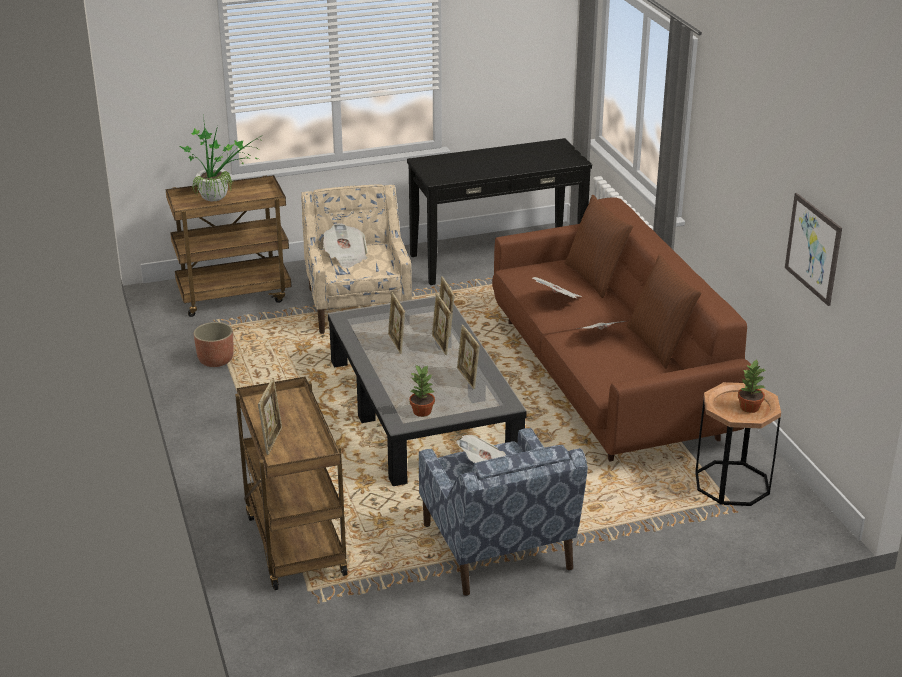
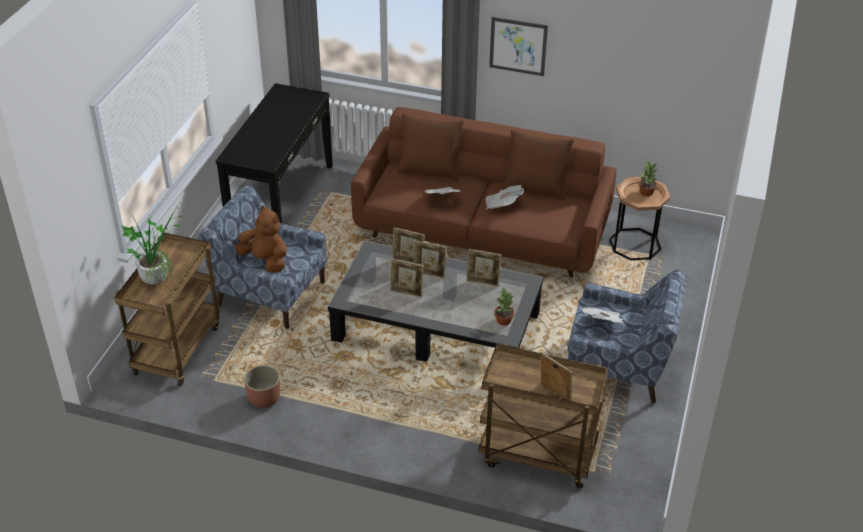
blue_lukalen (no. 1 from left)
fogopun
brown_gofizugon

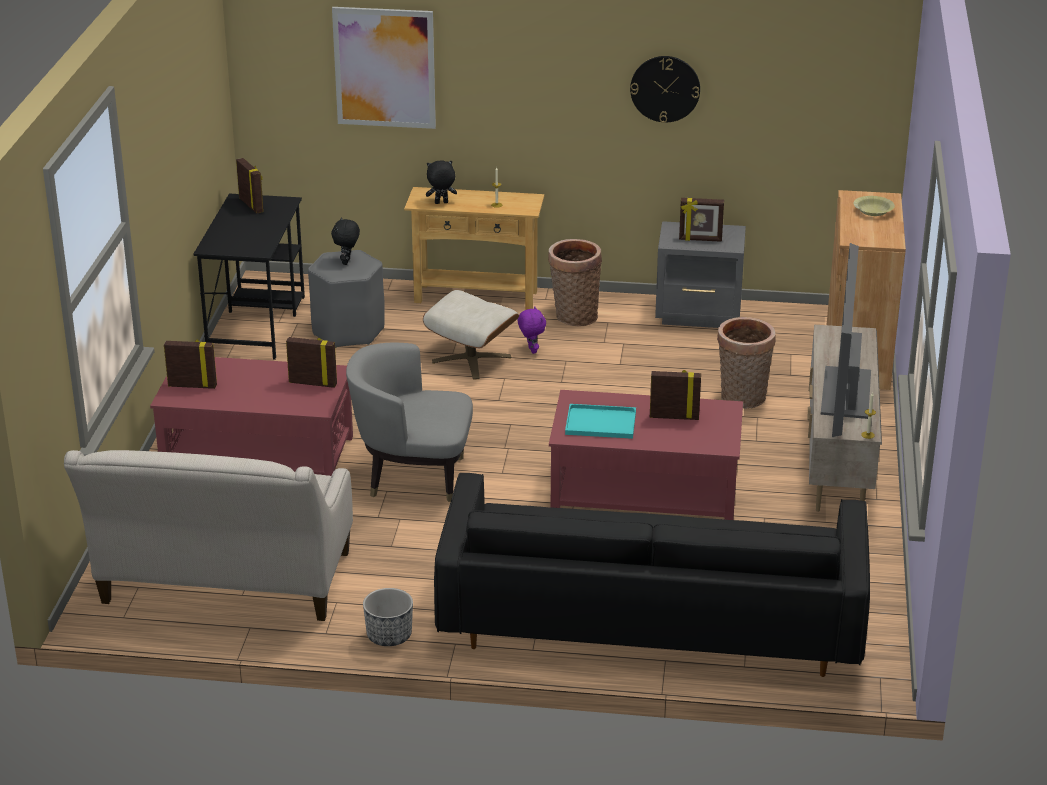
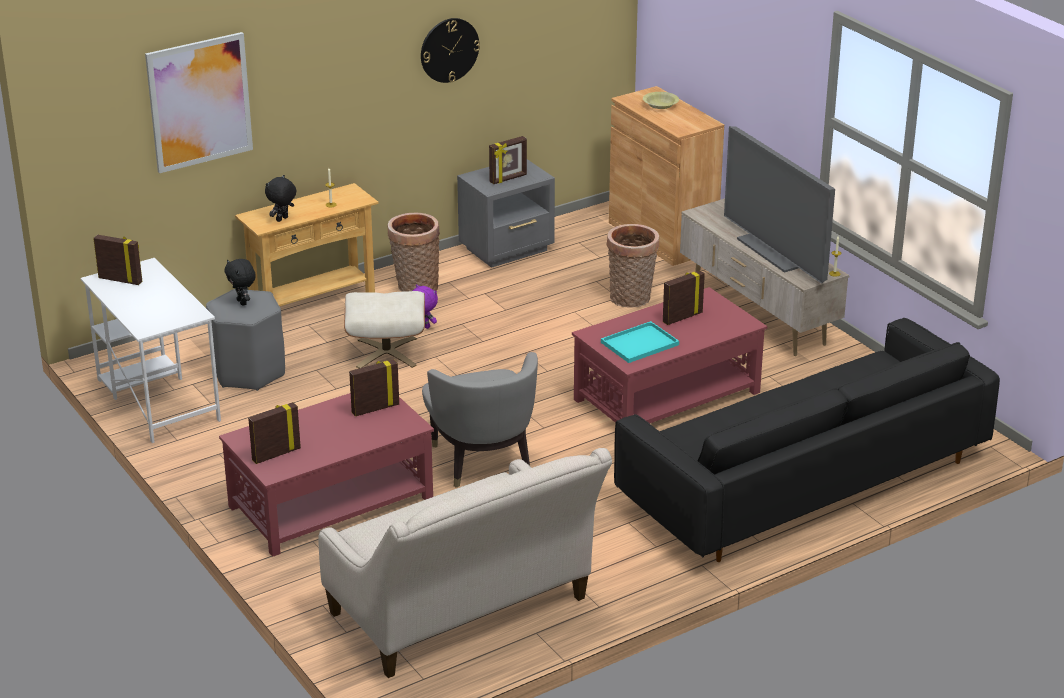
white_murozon
grey_lukalen
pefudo

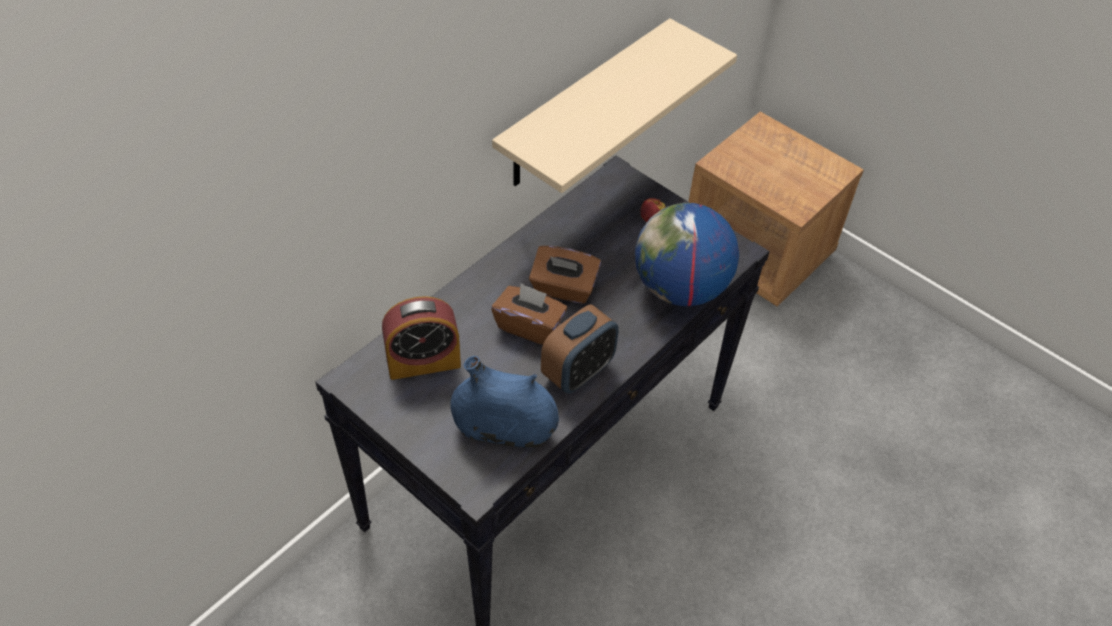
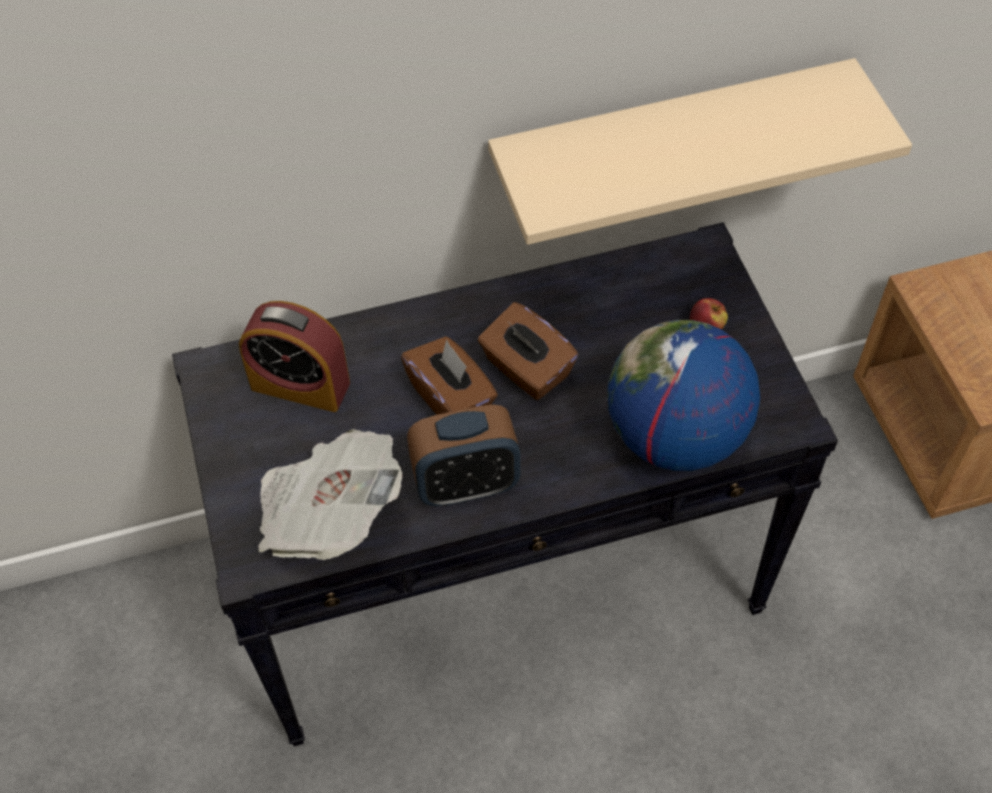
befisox

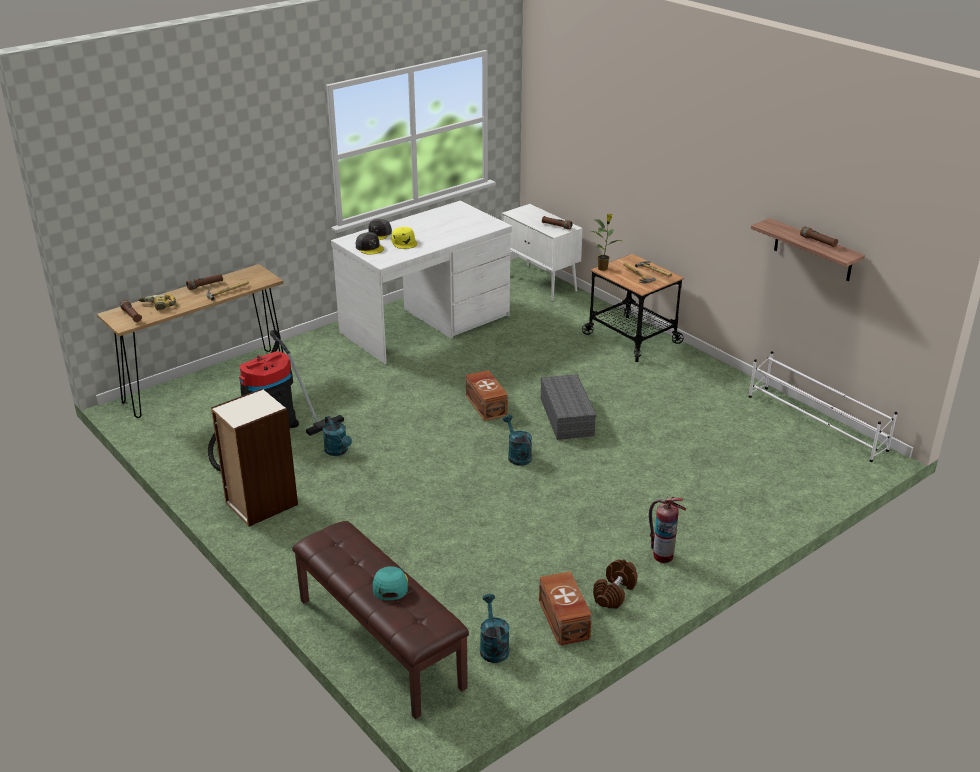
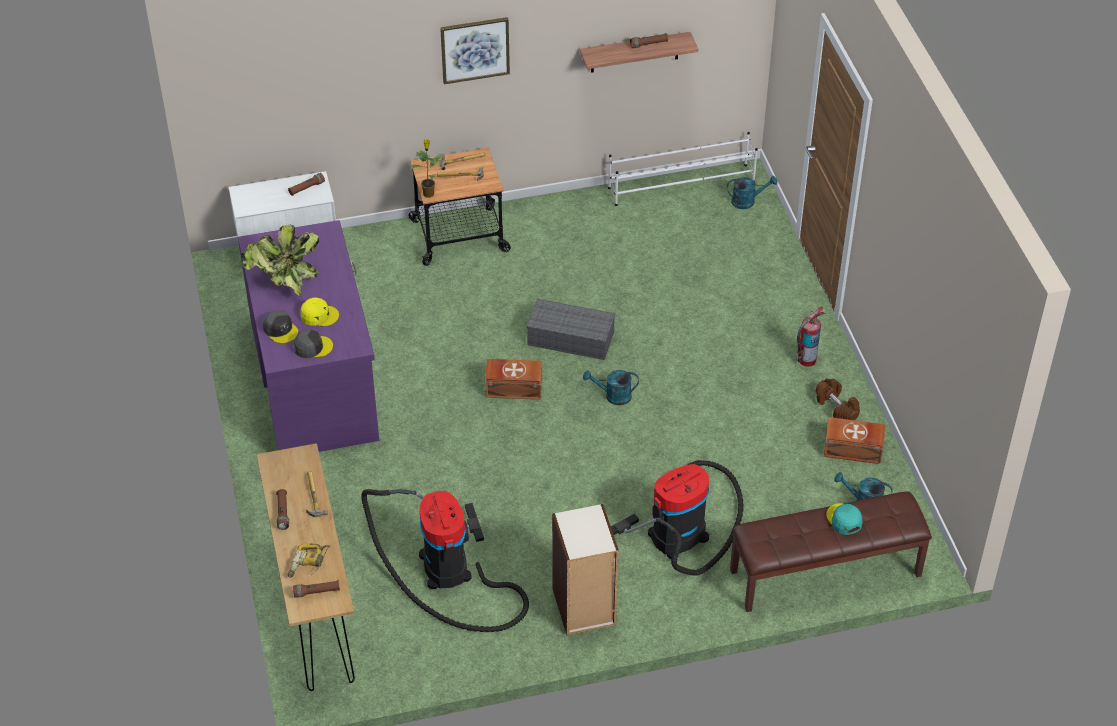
purple_murozon
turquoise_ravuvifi (no. 2 from left)
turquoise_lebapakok
fogopun
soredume (no. 1 from left)
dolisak (no. 2 from left)

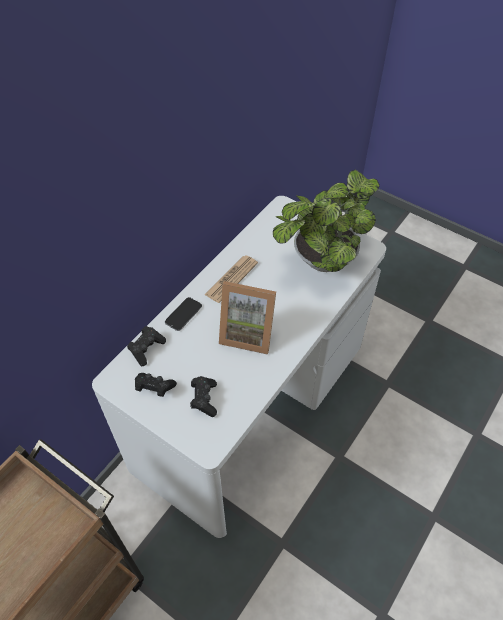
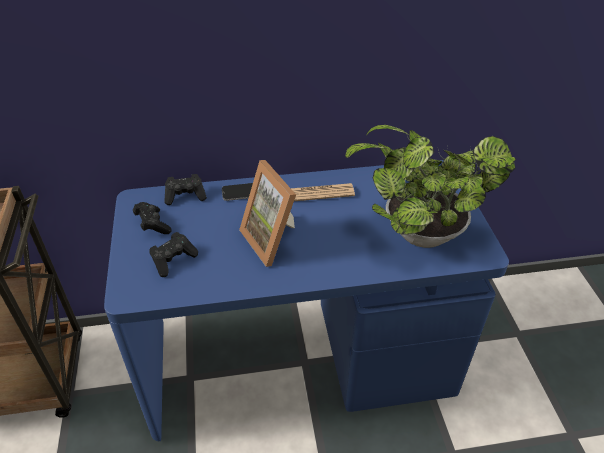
blue_murozon

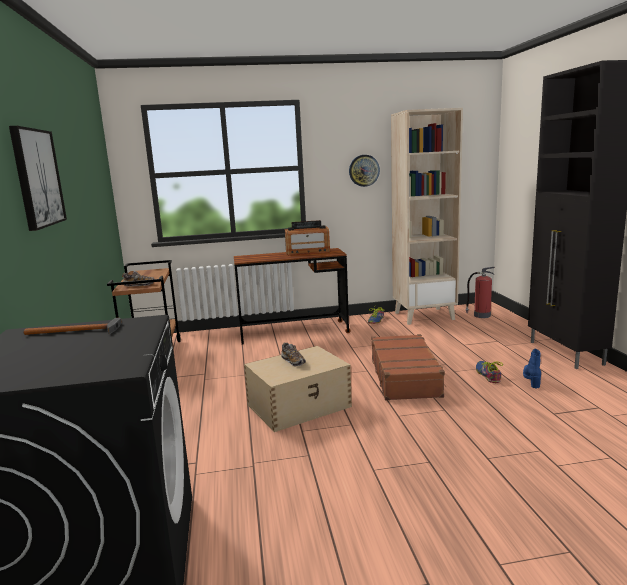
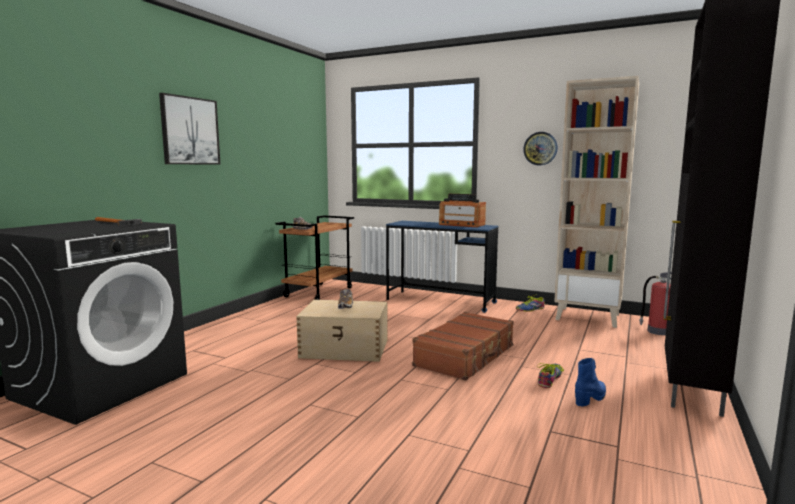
blue_murozon

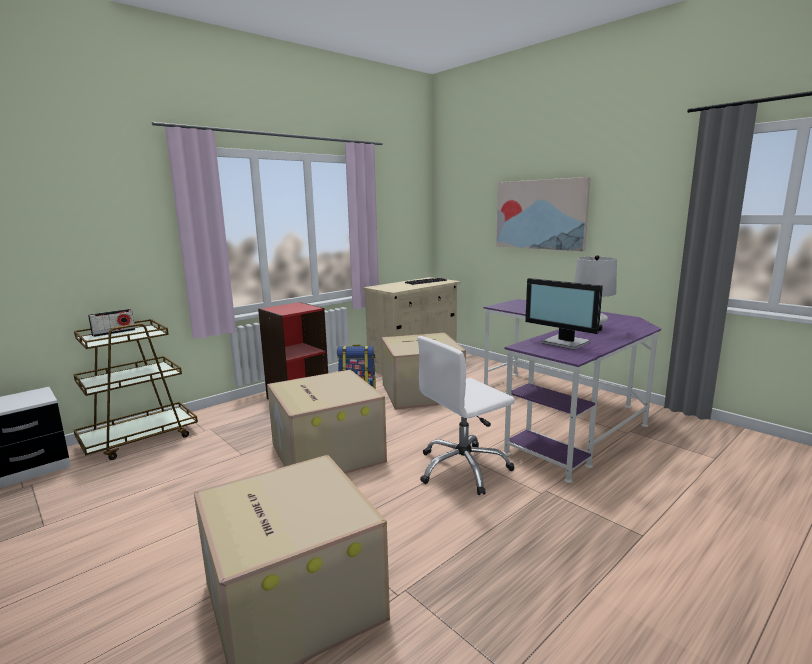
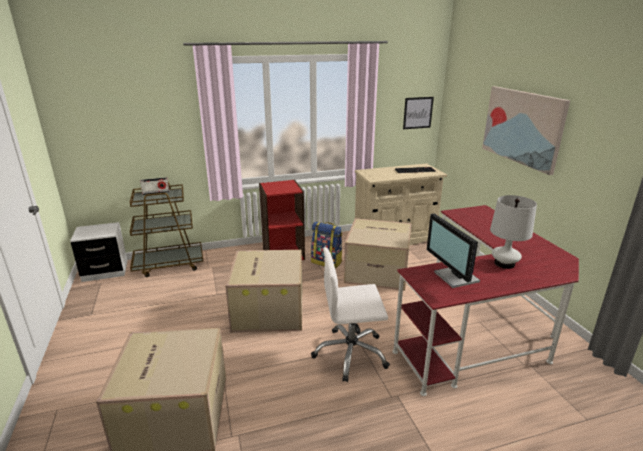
red_murozon
fogopun (no. 1 from left)

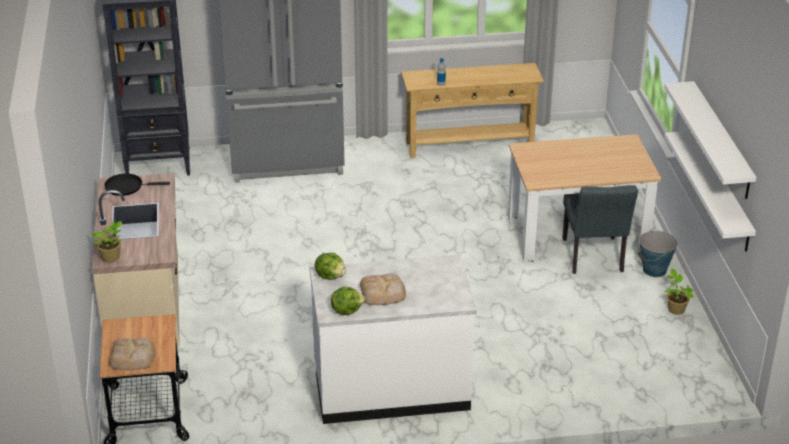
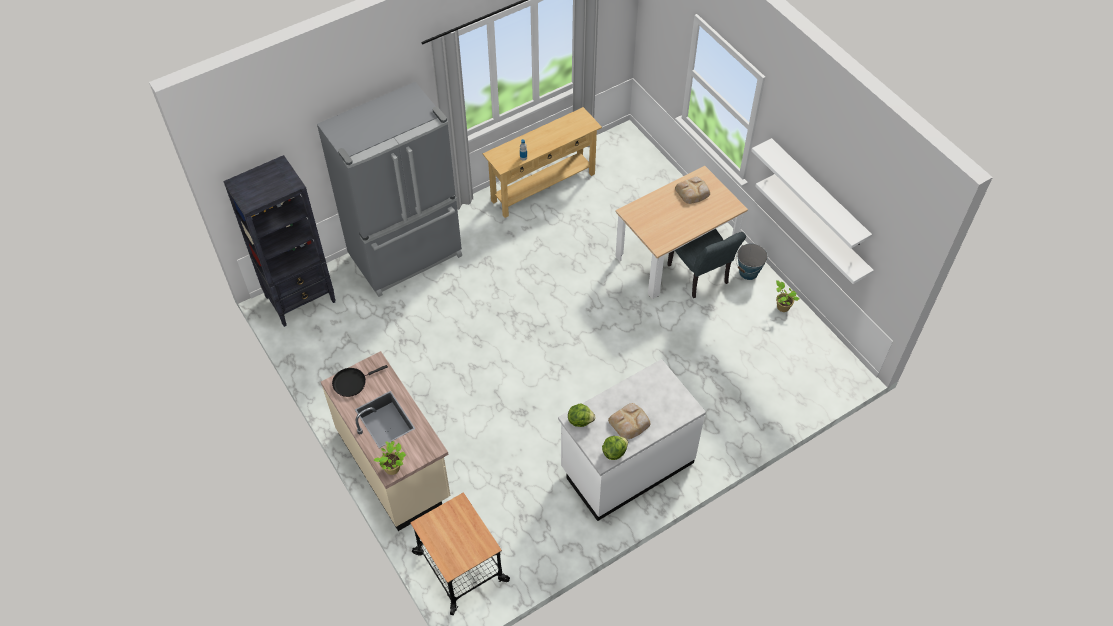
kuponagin (no. 2 from left)

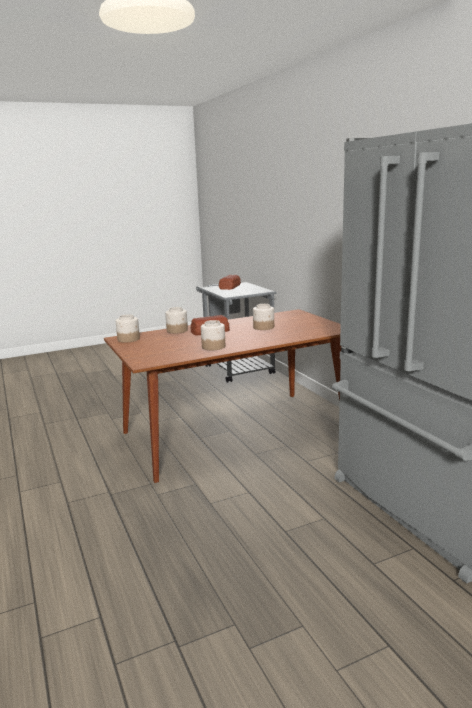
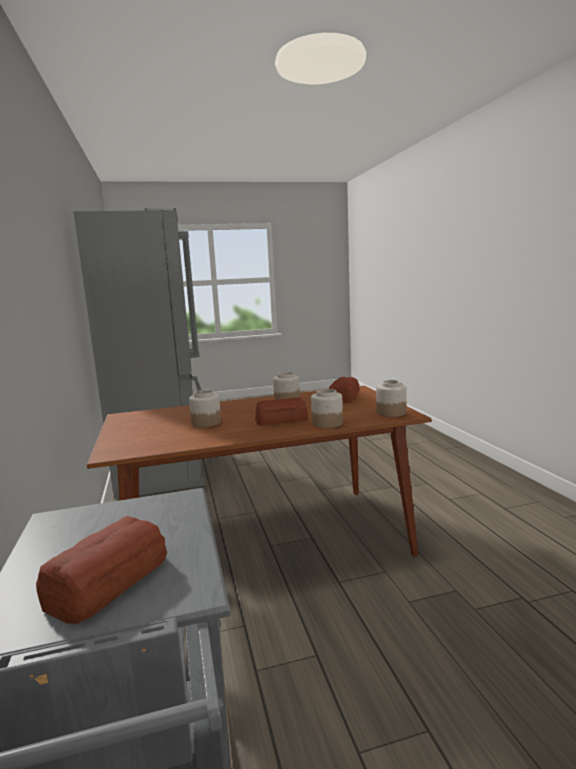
kuponagin (no. 3 from left)

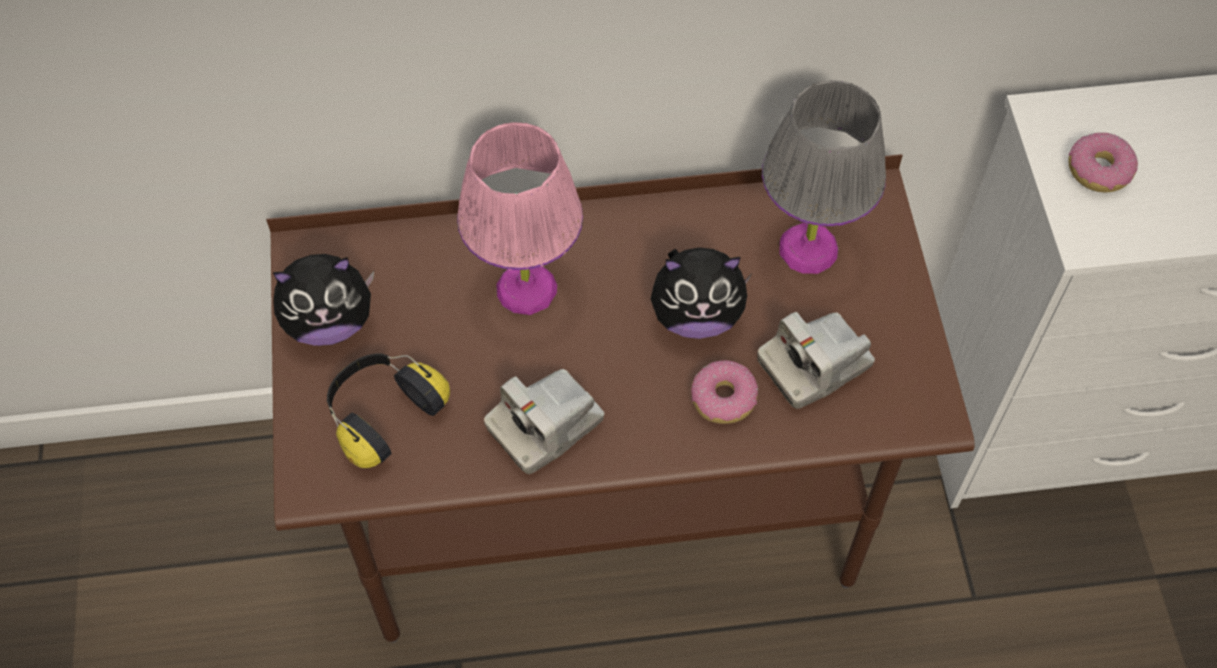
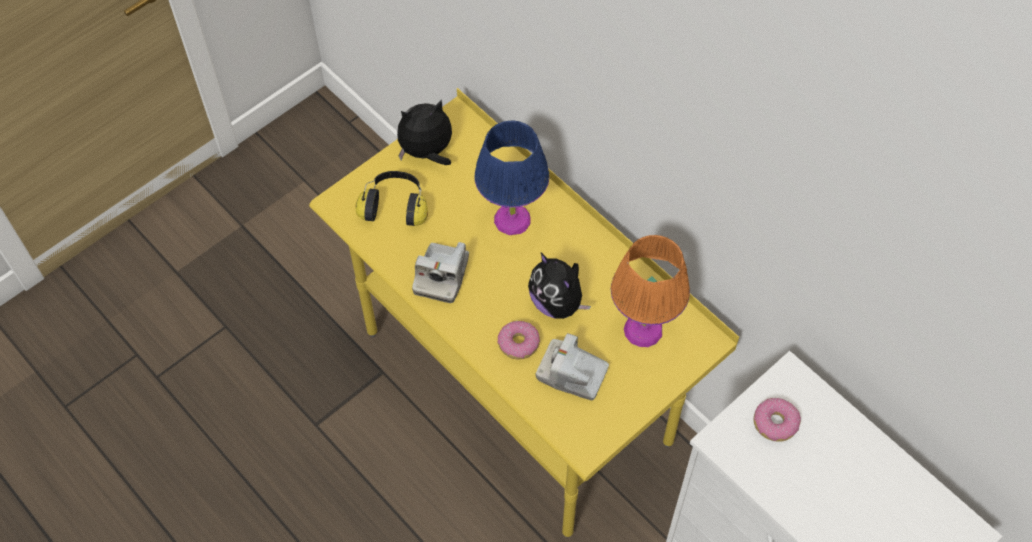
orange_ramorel
blue_ramorel
yellow_murozon
gofizugon (no. 1 from left)
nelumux (no. 1 from left)

